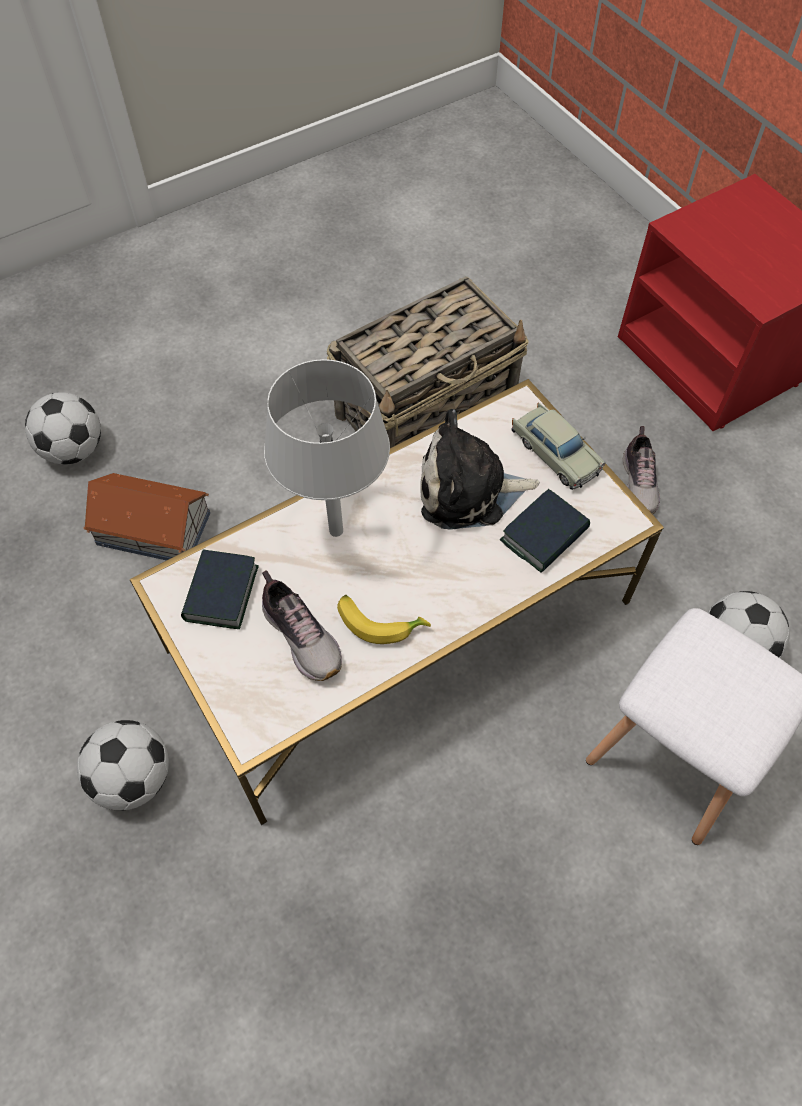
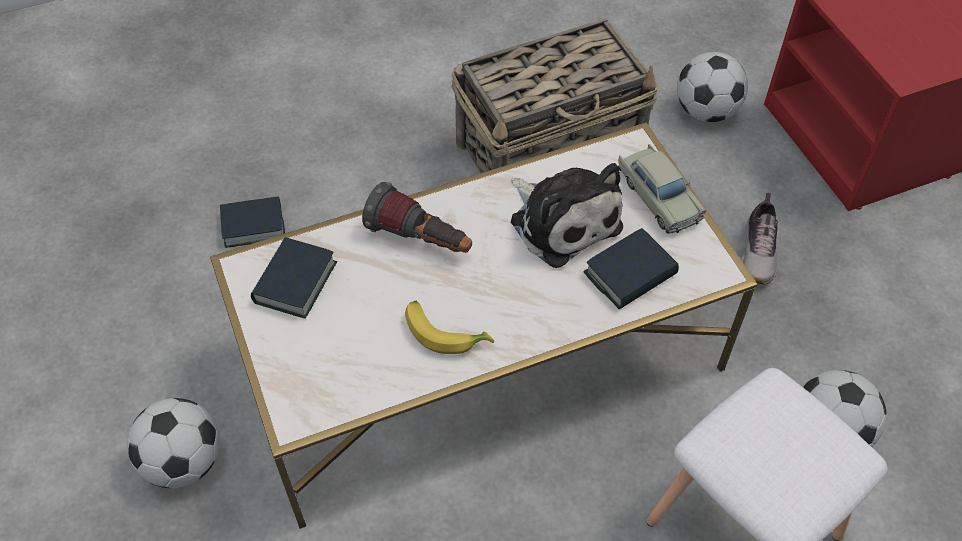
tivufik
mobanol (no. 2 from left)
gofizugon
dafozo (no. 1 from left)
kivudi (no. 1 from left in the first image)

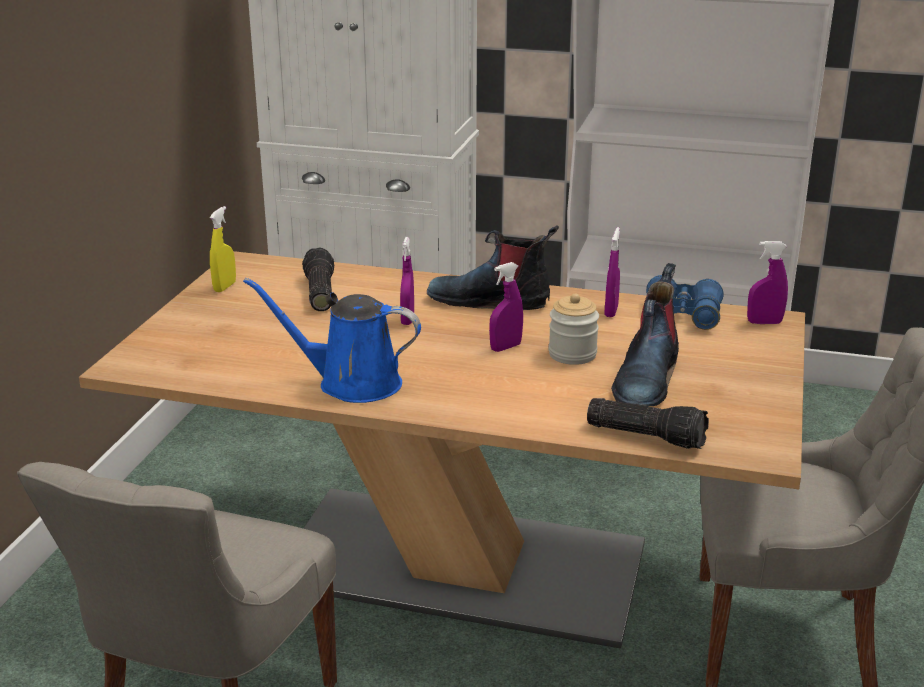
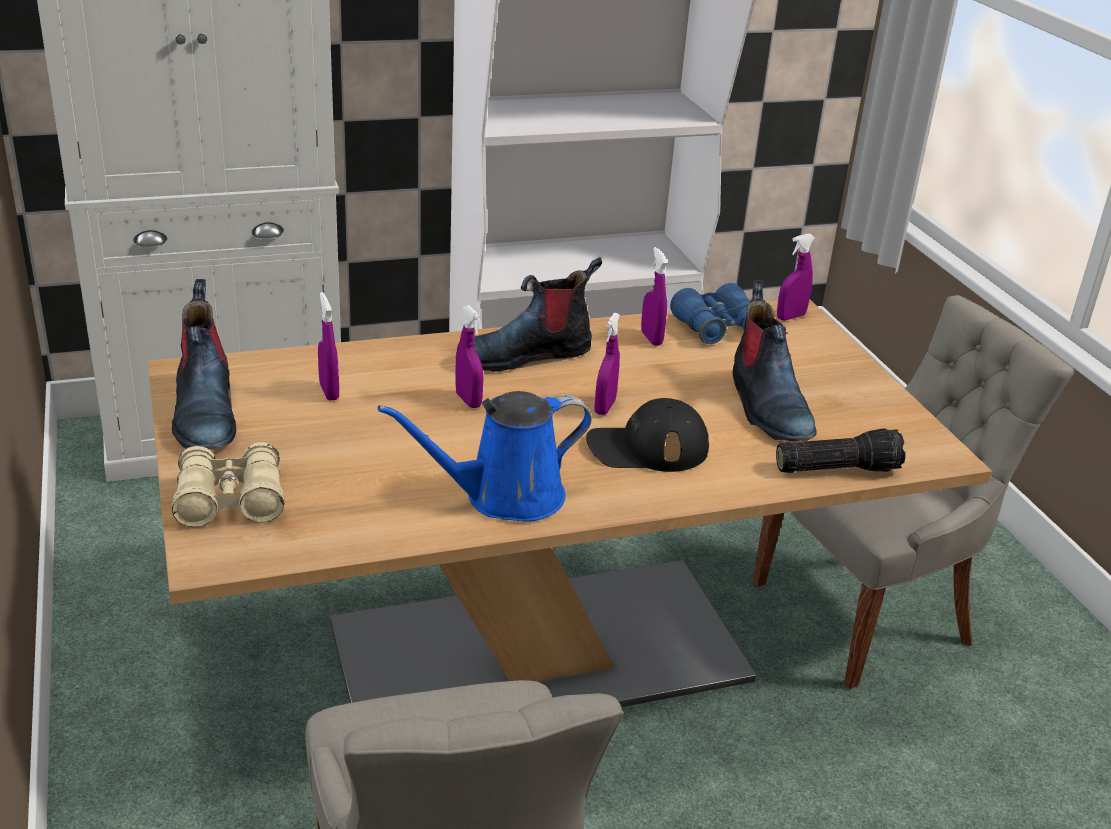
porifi (no. 1 from left)
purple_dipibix (no. 1 from left)
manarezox
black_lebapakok
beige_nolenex

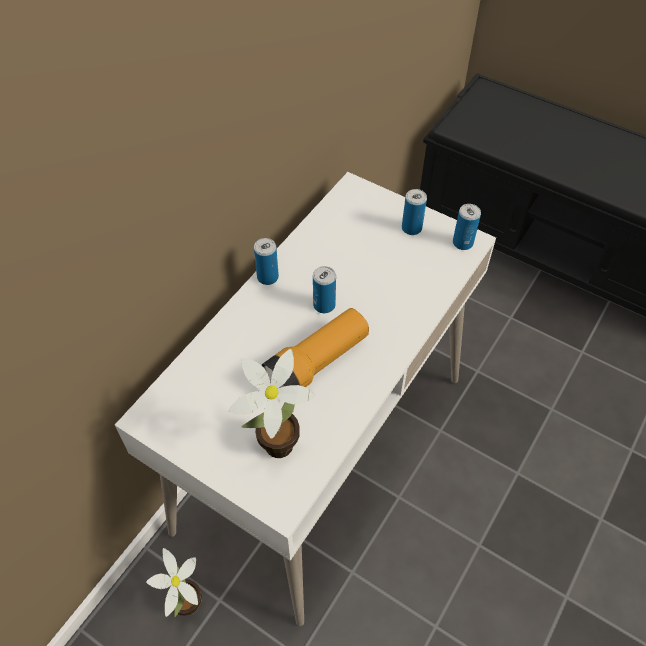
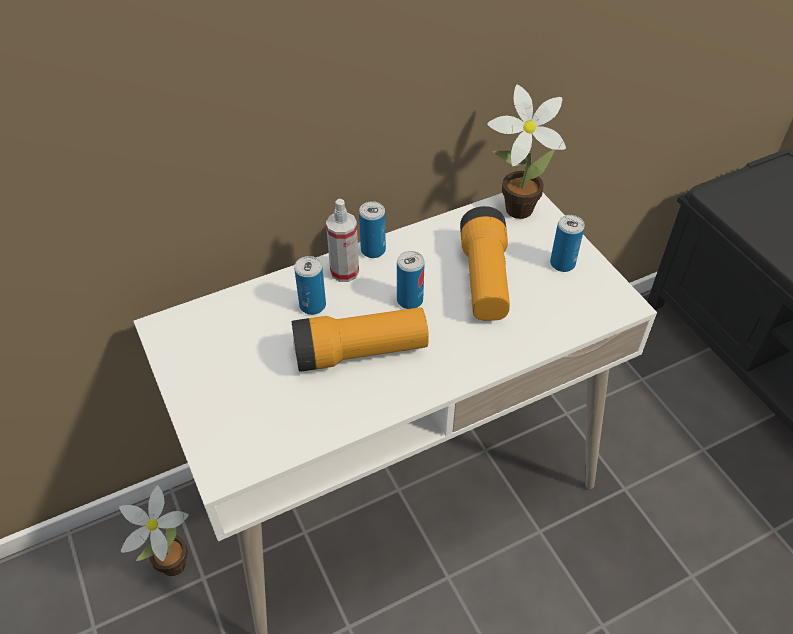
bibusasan (no. 1 from left)
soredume (no. 2 from left)
dipibix
tivufik (no. 2 from left)

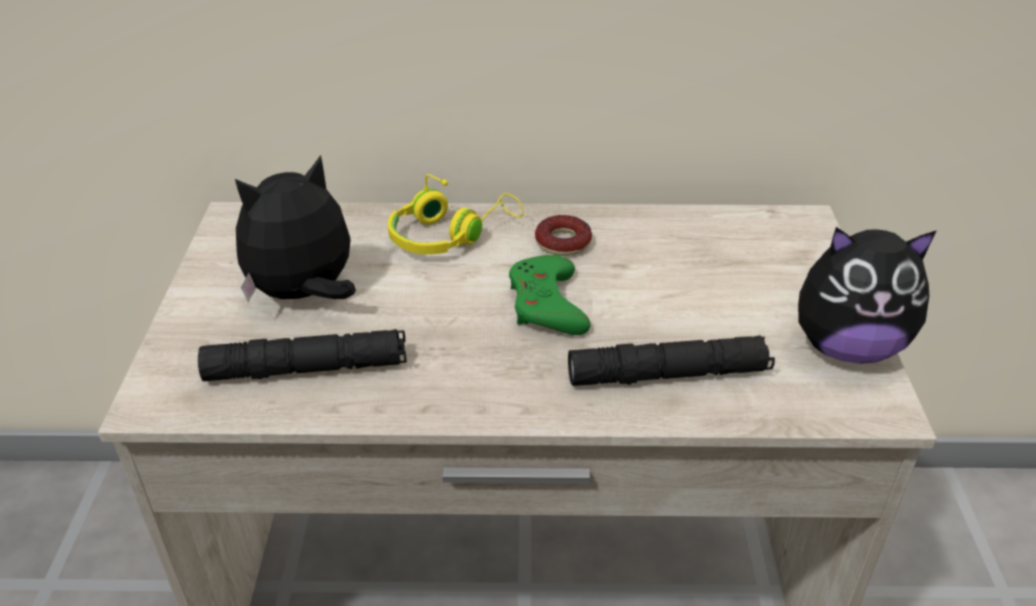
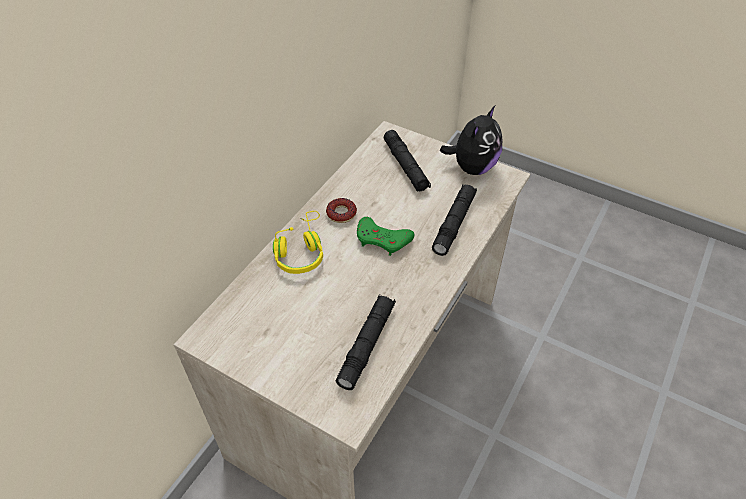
gofizugon (no. 1 from left in the first image)
black_tivufik (no. 2 from left)

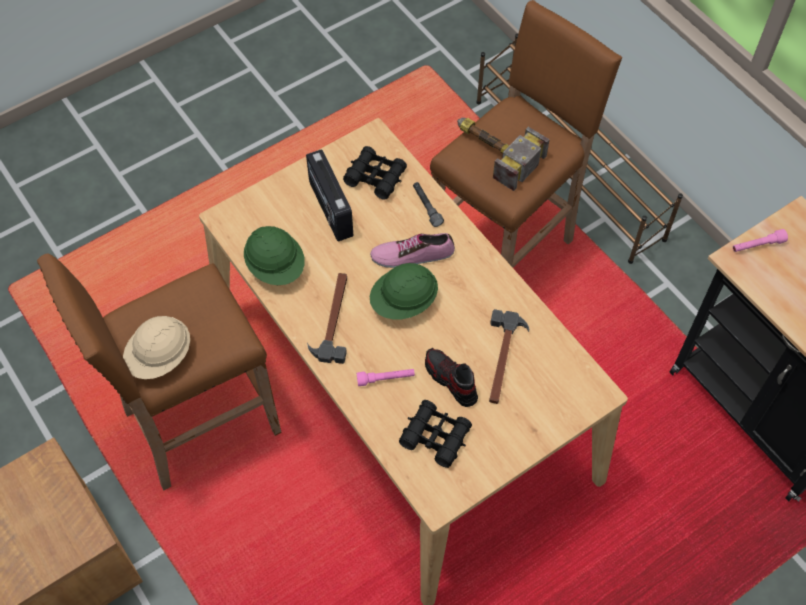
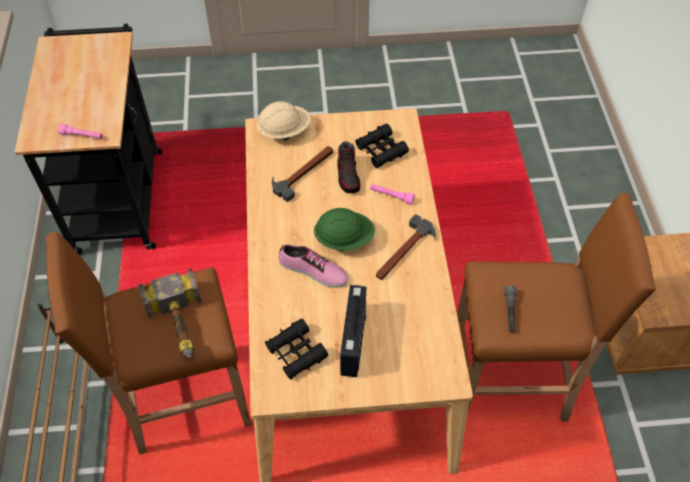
grey_tivufik
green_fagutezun (no. 1 from left in the first image)
beige_fagutezun

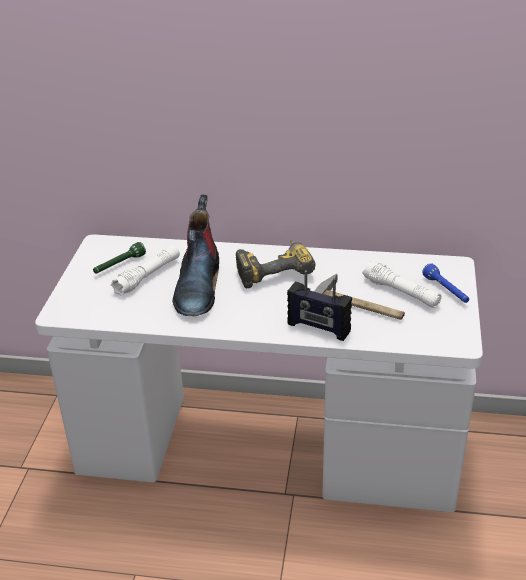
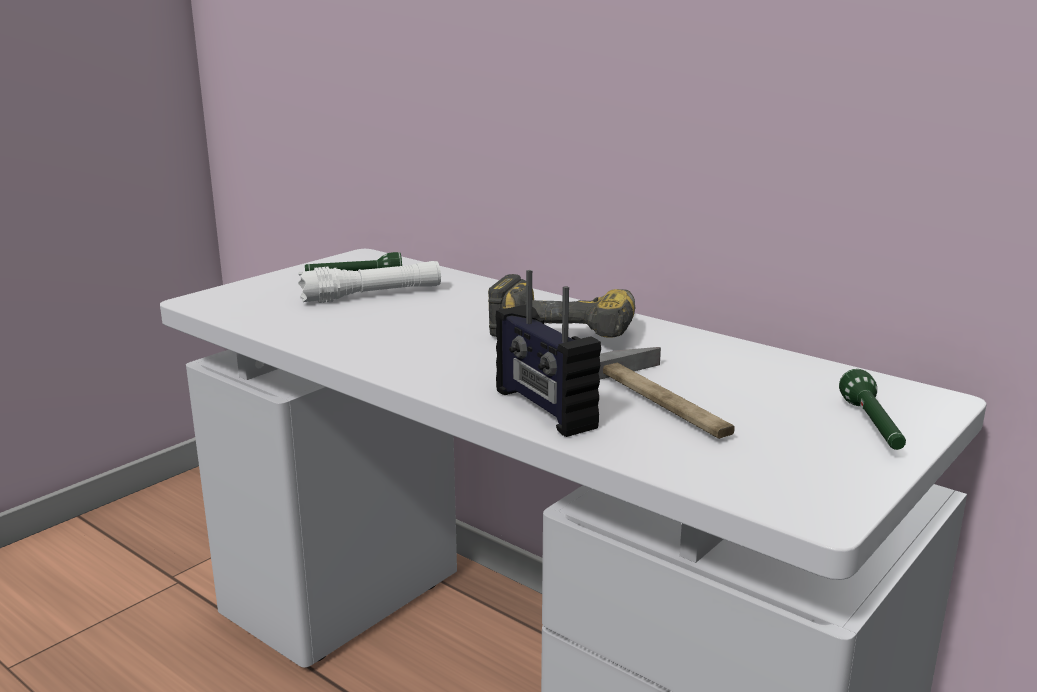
porifi
white_tivufik (no. 2 from left in the first image)
green_tivufik (no. 2 from left)

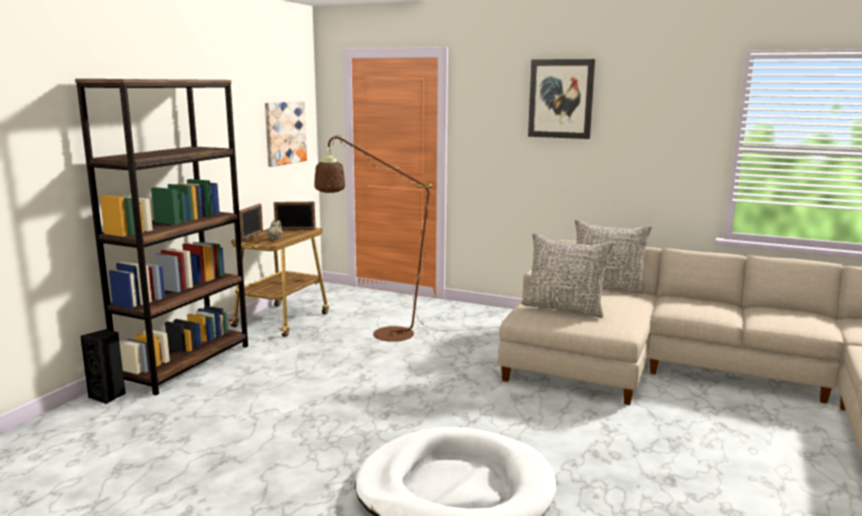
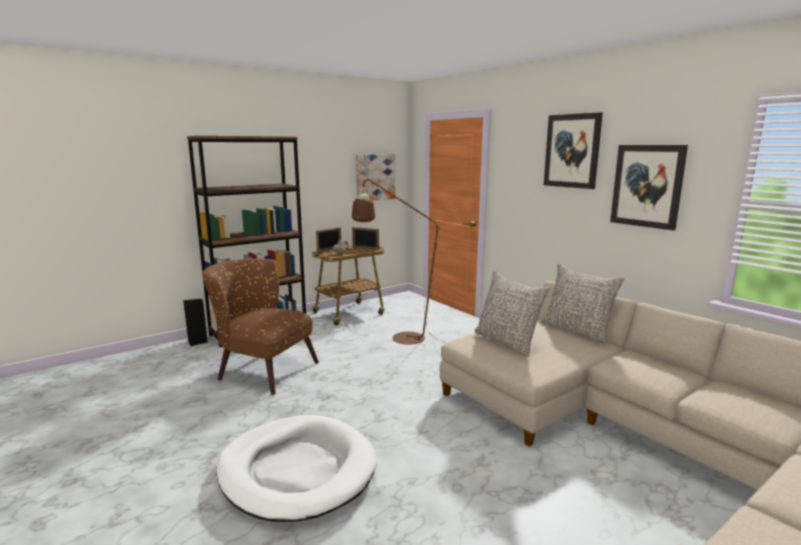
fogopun (no. 3 from left)
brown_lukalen

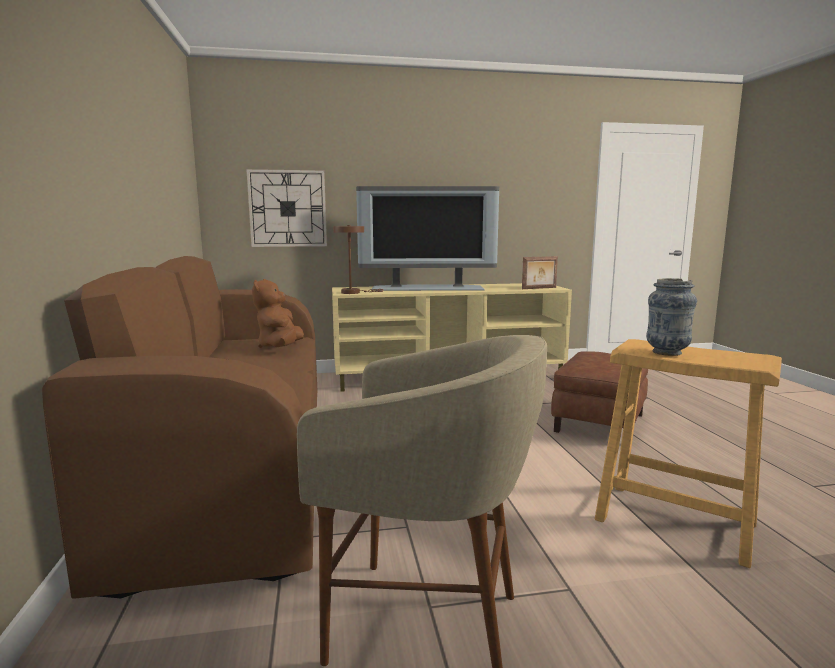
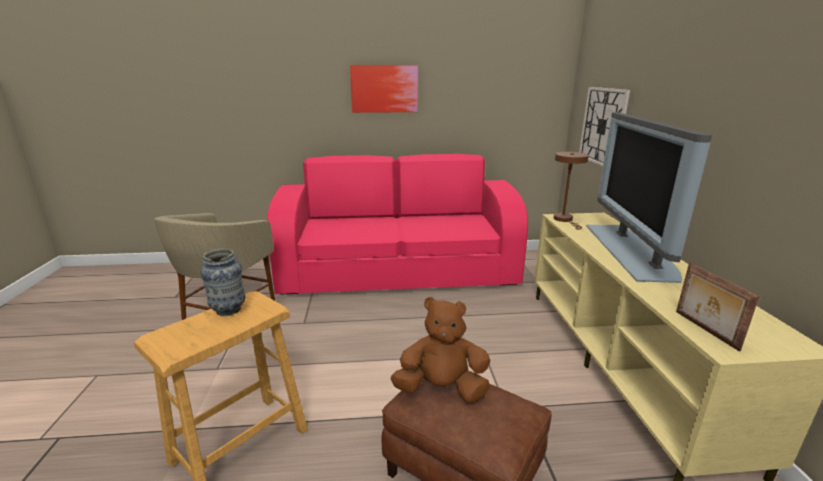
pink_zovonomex
brown_gofizugon
fogopun

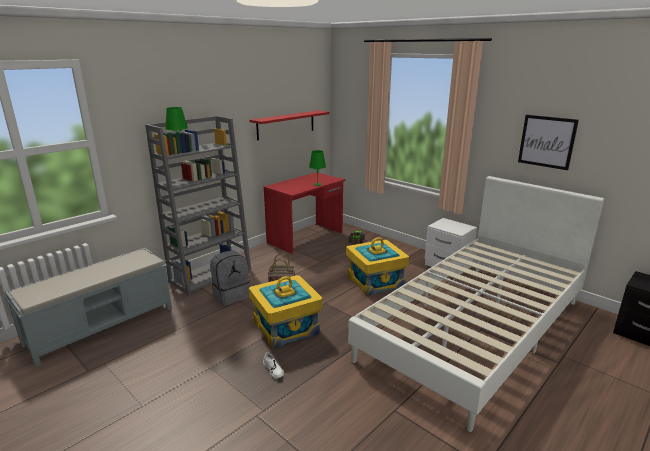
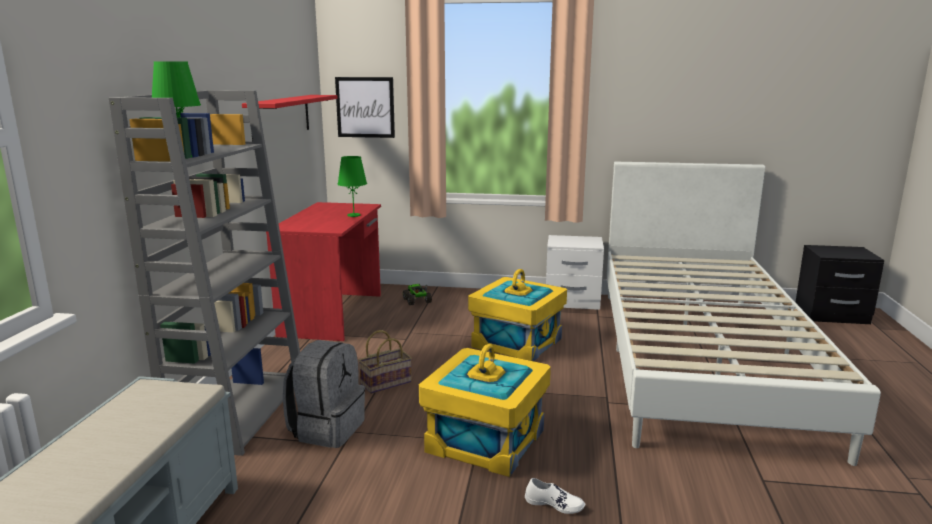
fogopun

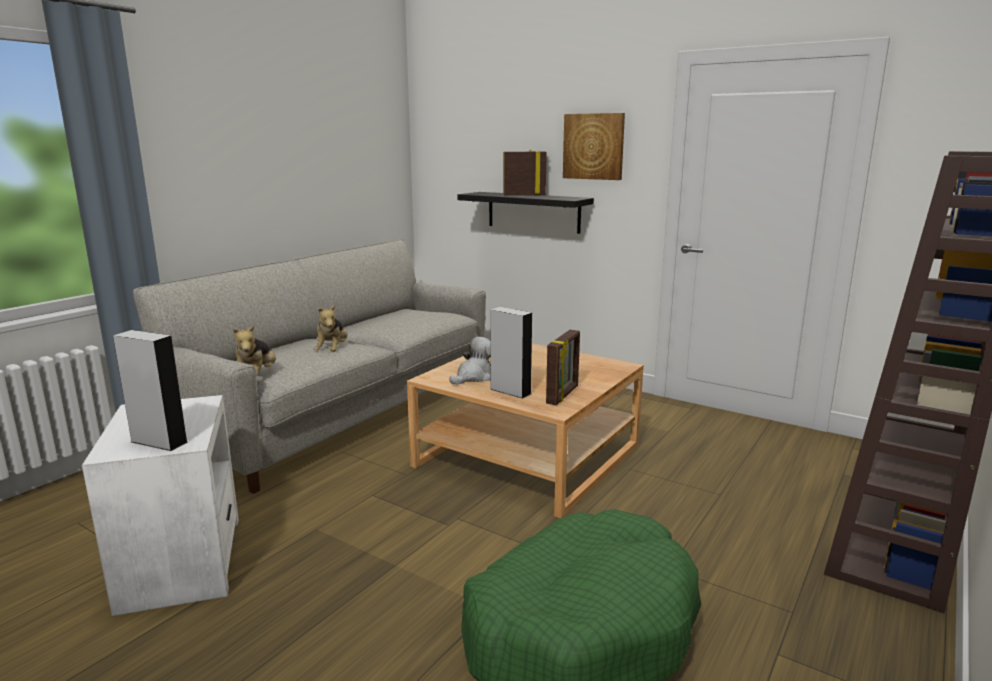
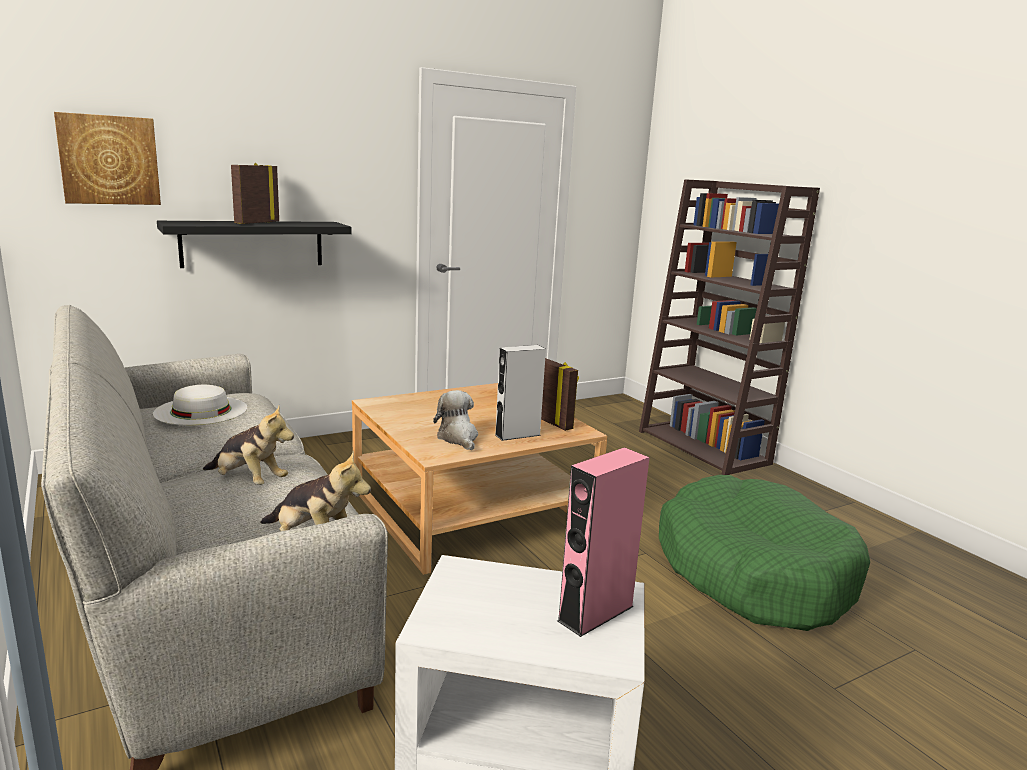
fogopun
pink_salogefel
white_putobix

